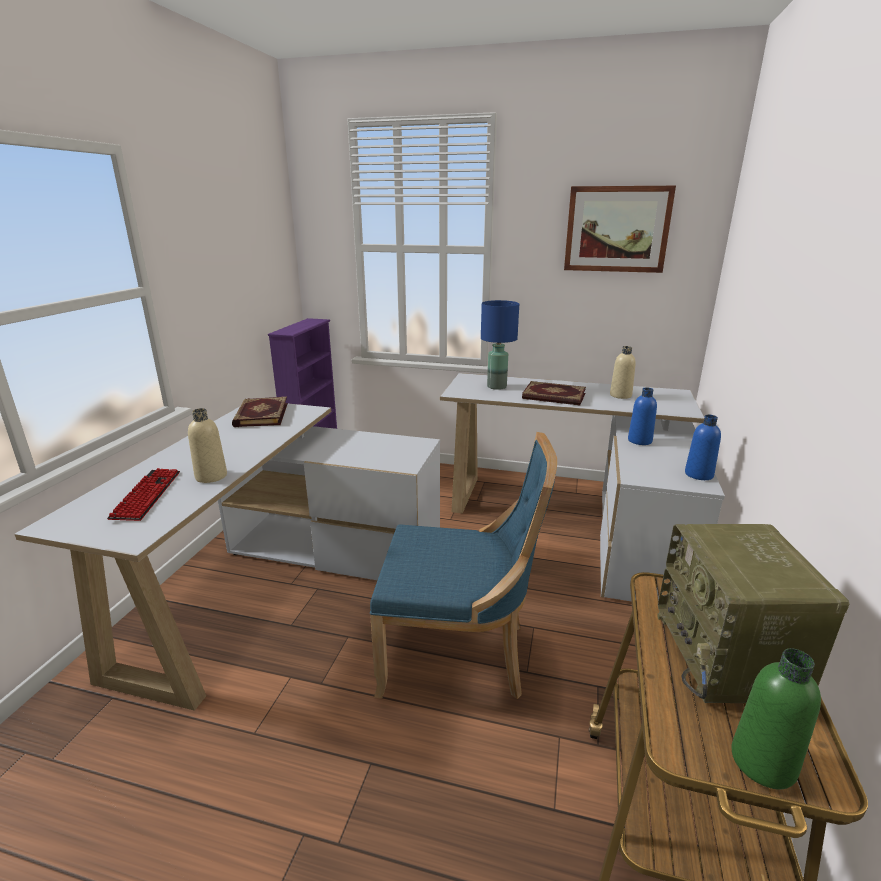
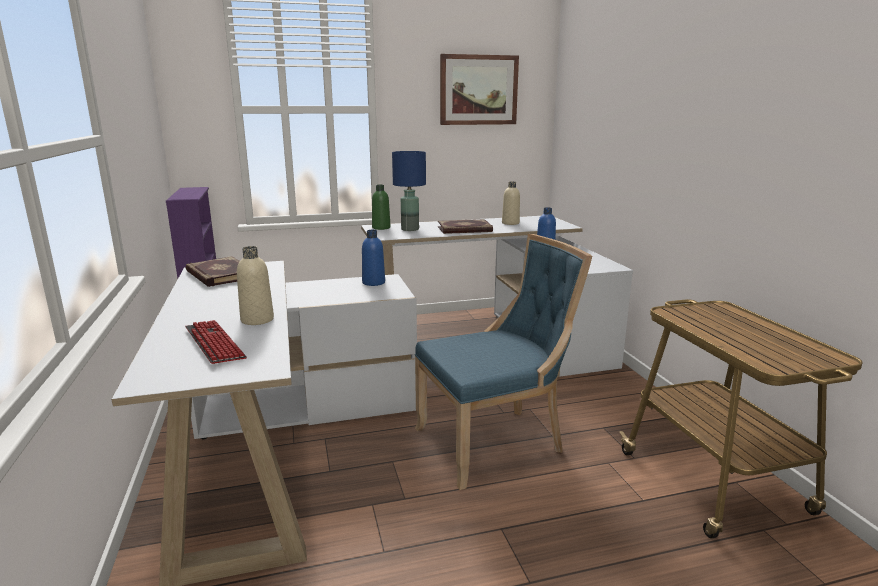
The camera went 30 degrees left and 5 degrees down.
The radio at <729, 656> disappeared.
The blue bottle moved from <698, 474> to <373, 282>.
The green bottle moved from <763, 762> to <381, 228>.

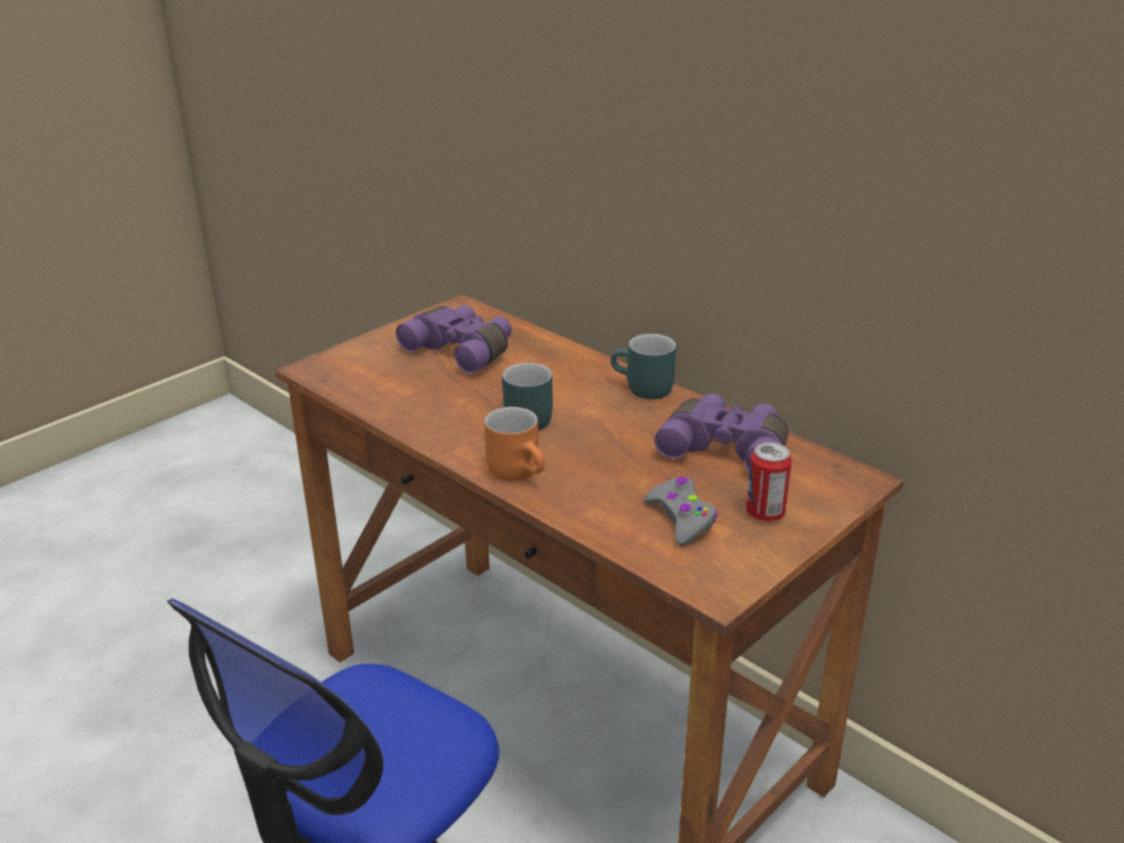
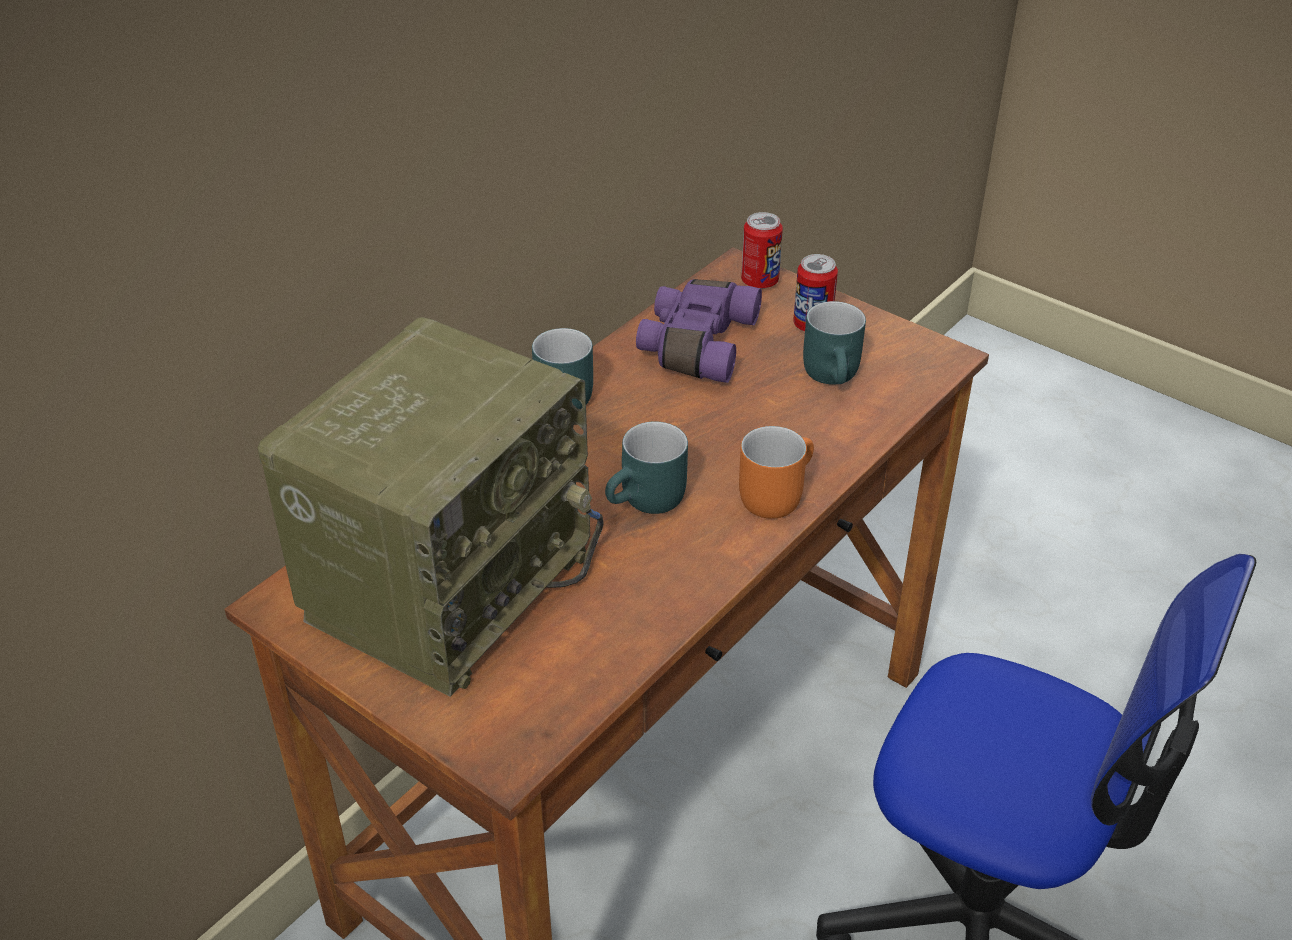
The camera went 95 degrees left and 10 degrees up.
The purple binoculars at <462, 350> was replaced by the radio at <448, 580>.
The grey game controller at <681, 518> was replaced by the turquoise mug at <836, 376>.
The can at <759, 282> appeared.

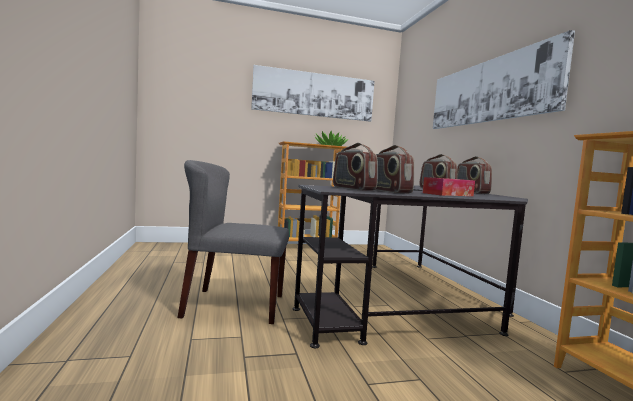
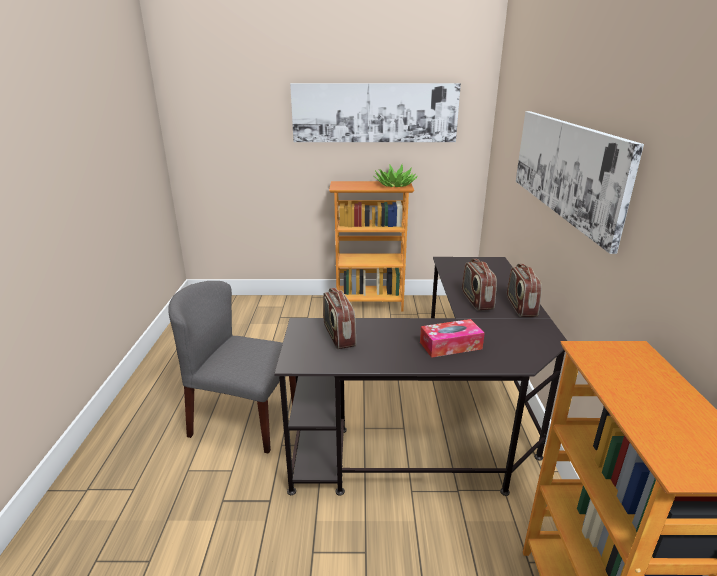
The camera went 15 degrees right and 20 degrees up.
The radio at <389, 191> disappeared.

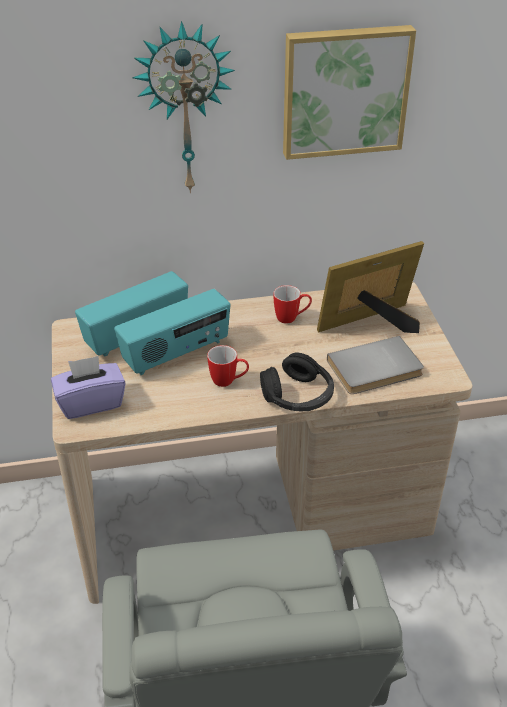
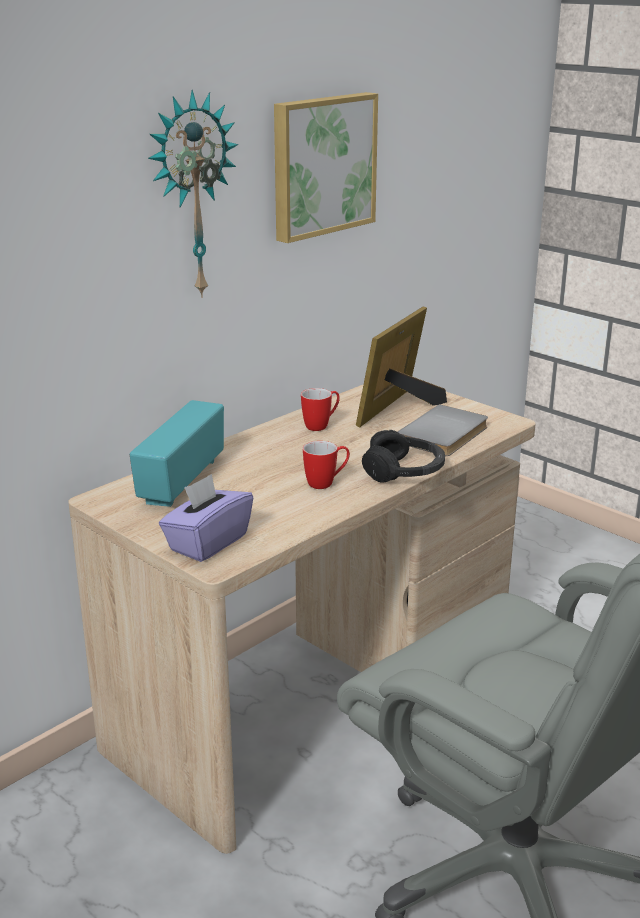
The camera went 35 degrees left and 15 degrees down.
The radio at <176, 354> disappeared.

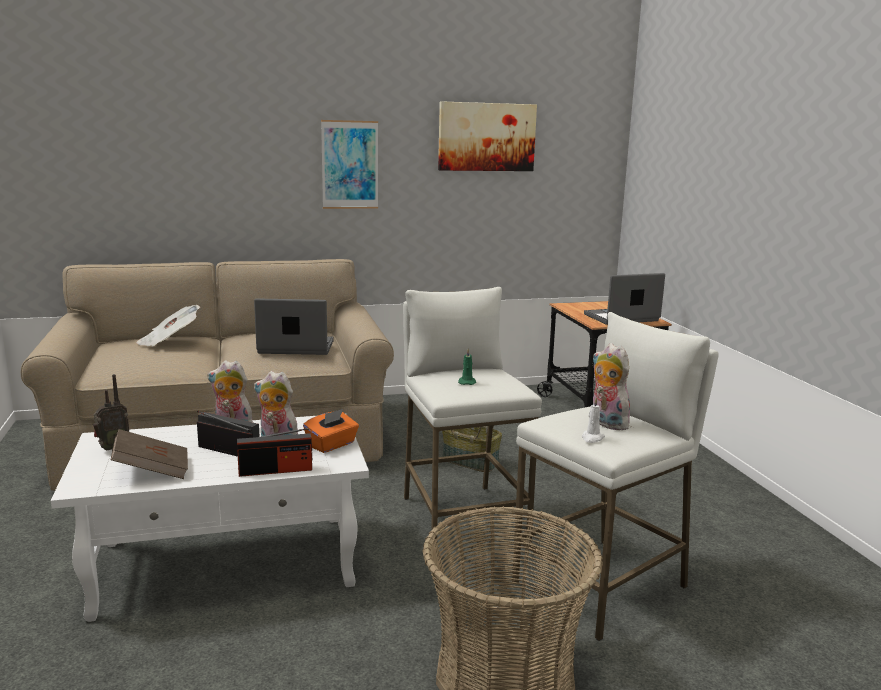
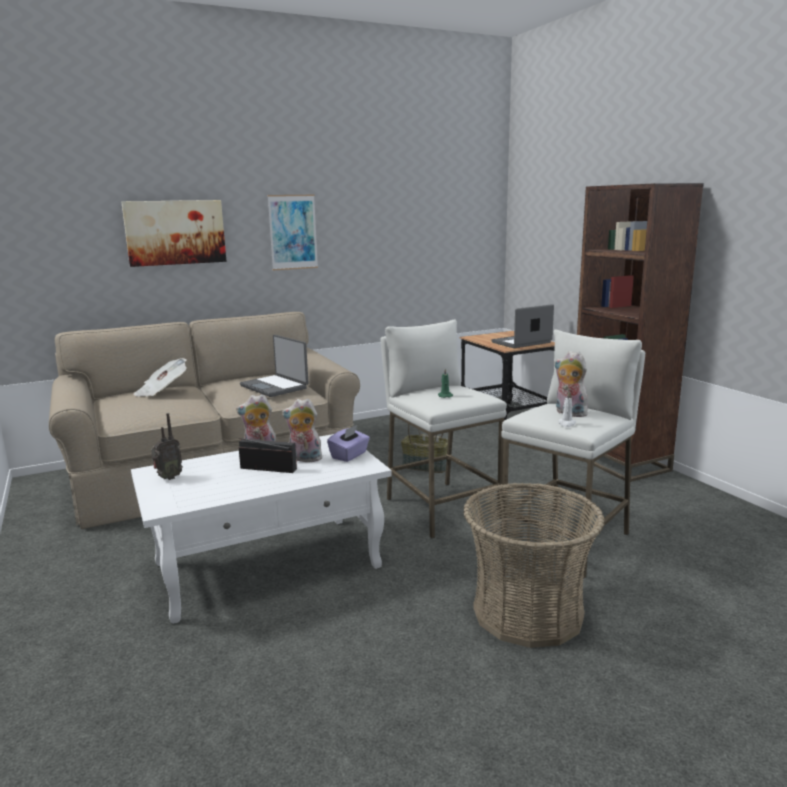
The camera went 10 degrees left and 0 degrees up.
The brown book at <152, 471> disappeared.
The radio at <276, 470> disappeared.
The laptop at <295, 348> turned 120 degrees counterclockwise.
The orange tissue box at <332, 445> became the purple tissue box at <349, 455>.
The picture moved from <486, 137> to <175, 232>.
The brown bookcase at <618, 462> appeared.

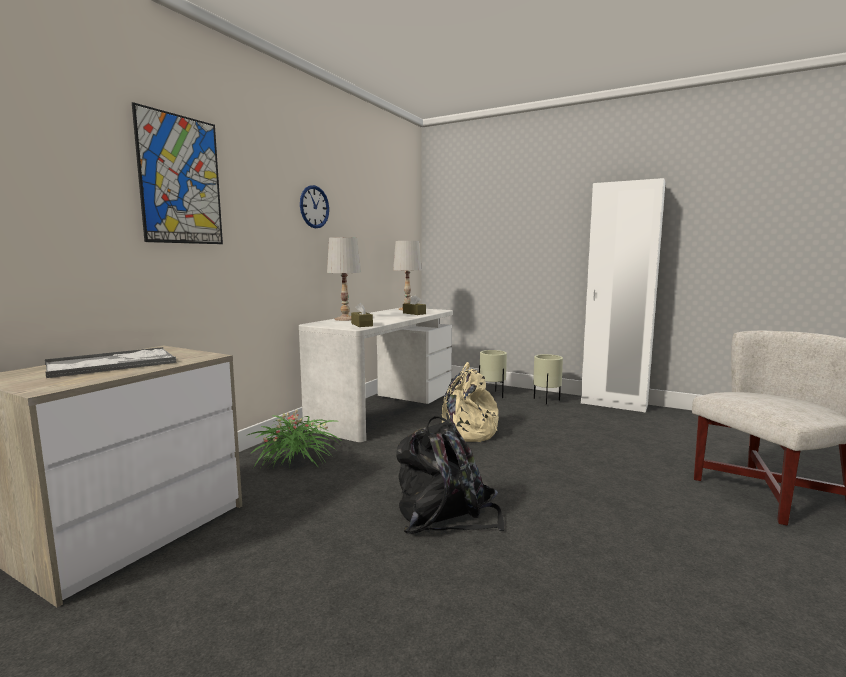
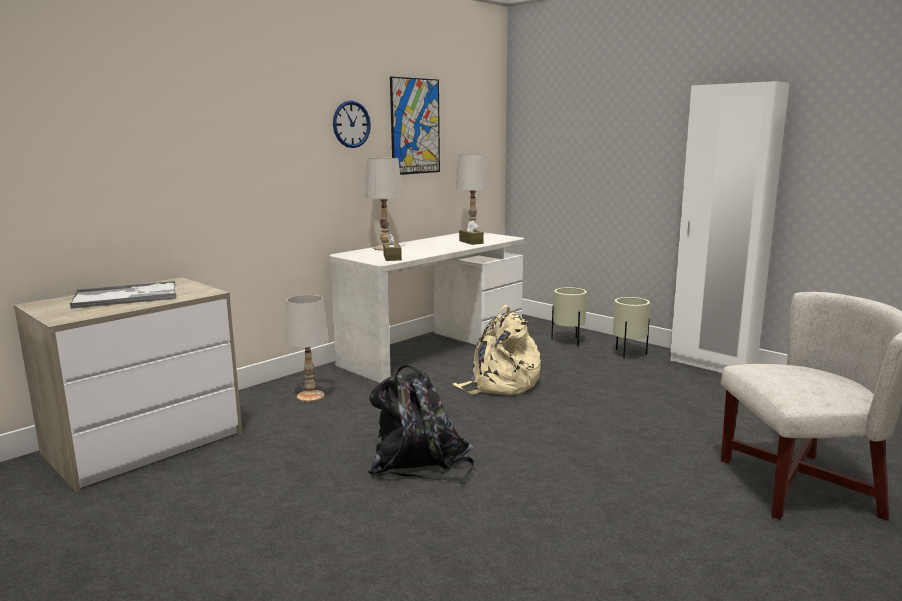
The camera went 15 degrees right and 5 degrees up.
The picture moved from <180, 180> to <415, 126>.
The potted plant at <296, 460> was replaced by the white table lamp at <311, 396>.

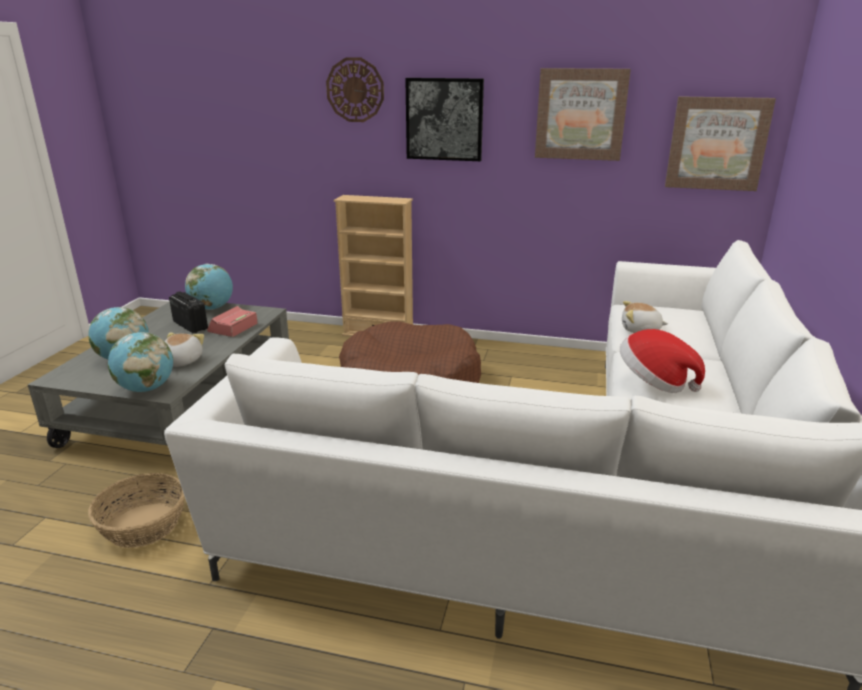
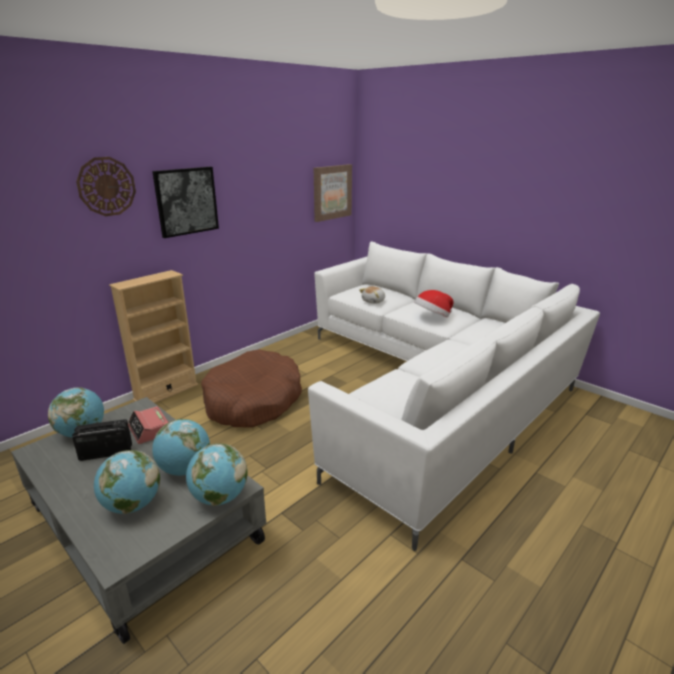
The camera went 60 degrees left and 0 degrees up.
The basket at <143, 524> disappeared.
The plush toy at <181, 361> was replaced by the globe at <185, 469>.
The picture at <580, 114> disappeared.

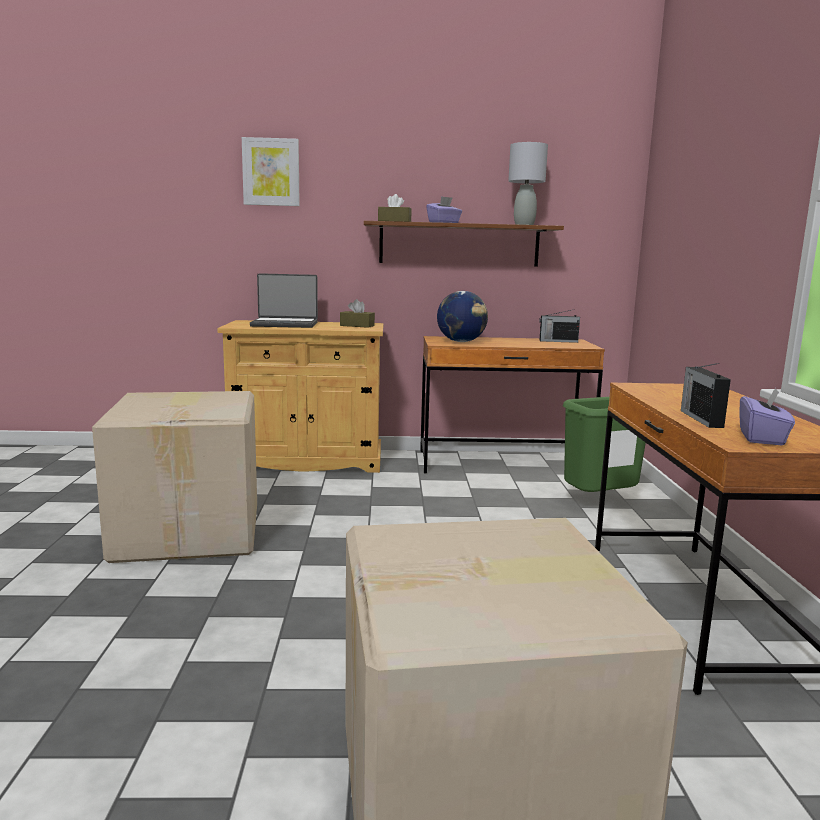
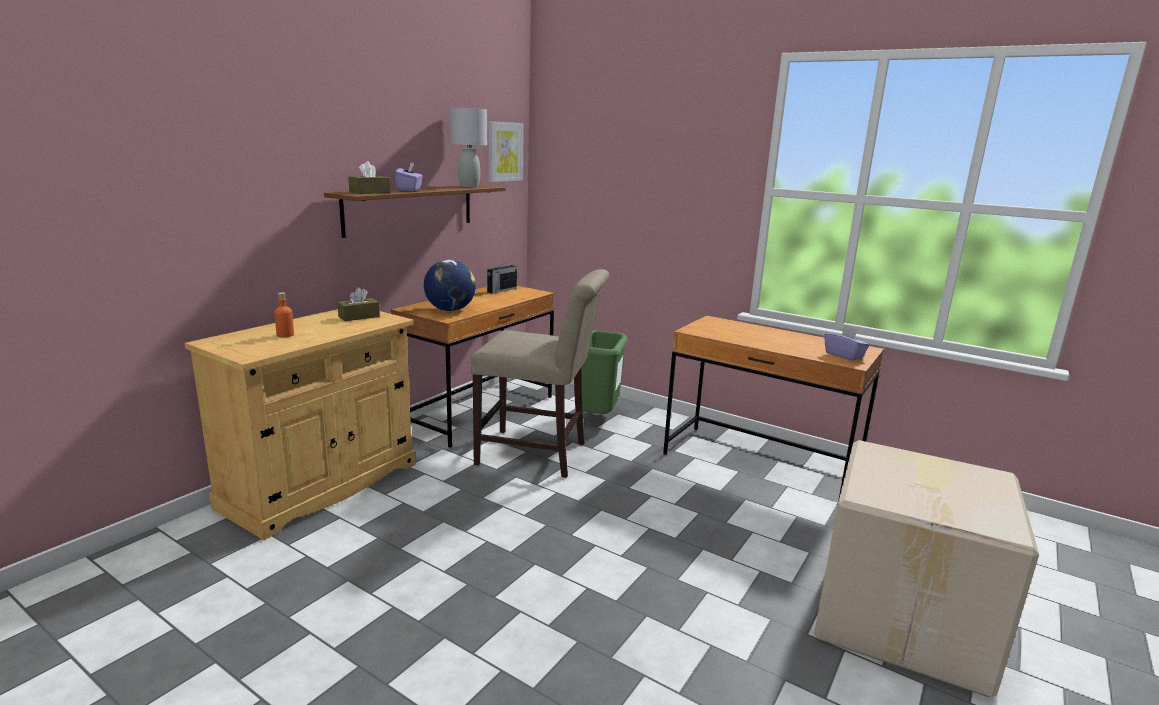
The camera went 55 degrees left and 5 degrees up.
The cardboard box at <191, 531> disappeared.
The picture moved from <271, 172> to <504, 152>.
The laptop at <285, 324> was replaced by the orange bottle at <285, 335>.
The radio at <701, 418> disappeared.
The beige chair at <538, 454> appeared.

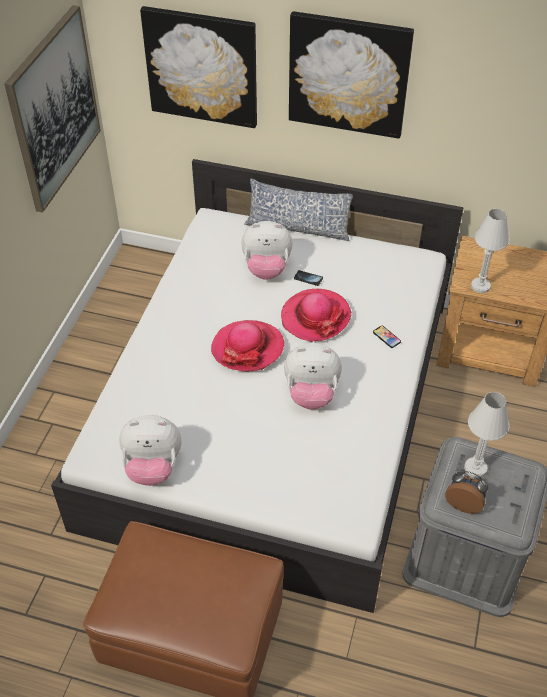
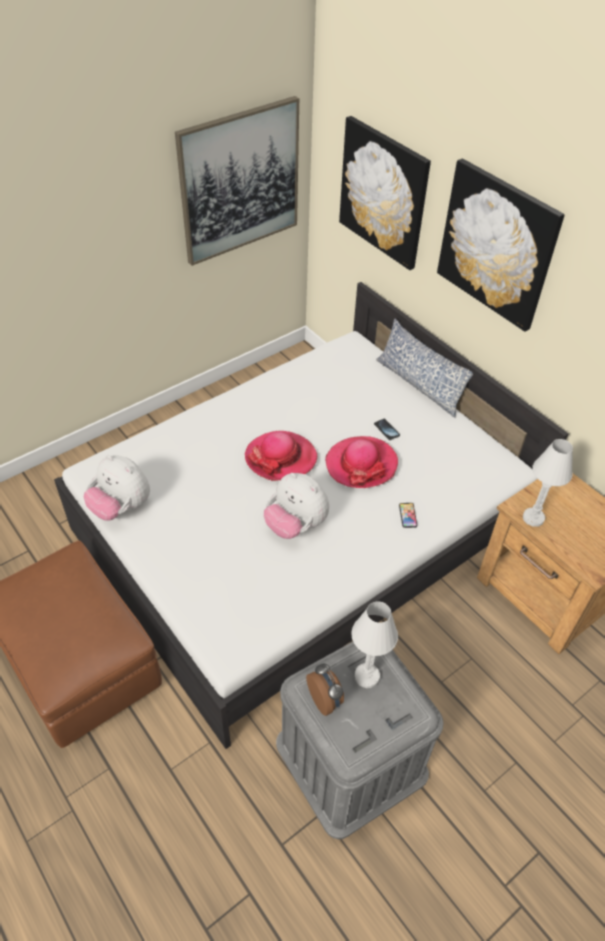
The camera went 35 degrees right and 0 degrees up.
The plush toy at <266, 269> disappeared.

